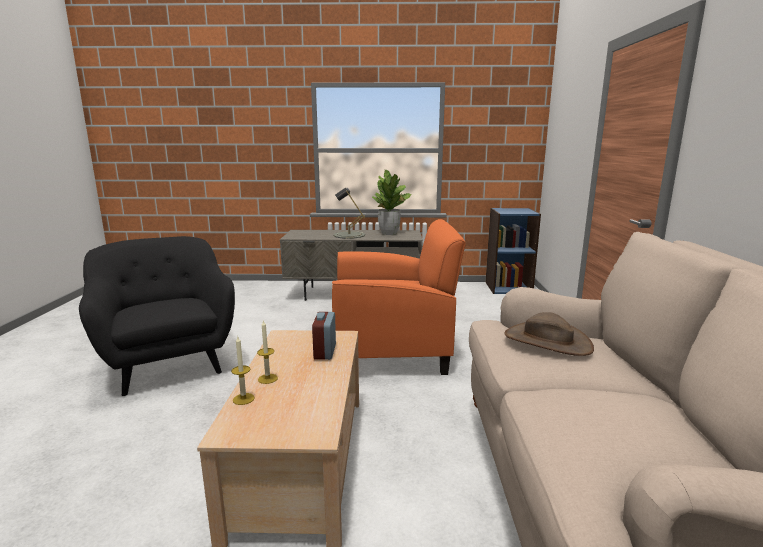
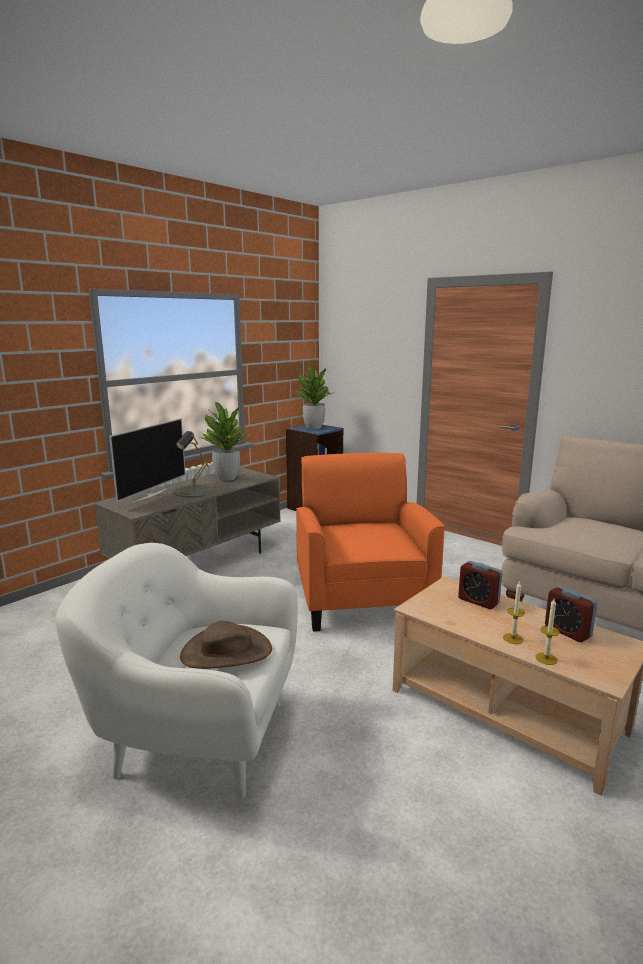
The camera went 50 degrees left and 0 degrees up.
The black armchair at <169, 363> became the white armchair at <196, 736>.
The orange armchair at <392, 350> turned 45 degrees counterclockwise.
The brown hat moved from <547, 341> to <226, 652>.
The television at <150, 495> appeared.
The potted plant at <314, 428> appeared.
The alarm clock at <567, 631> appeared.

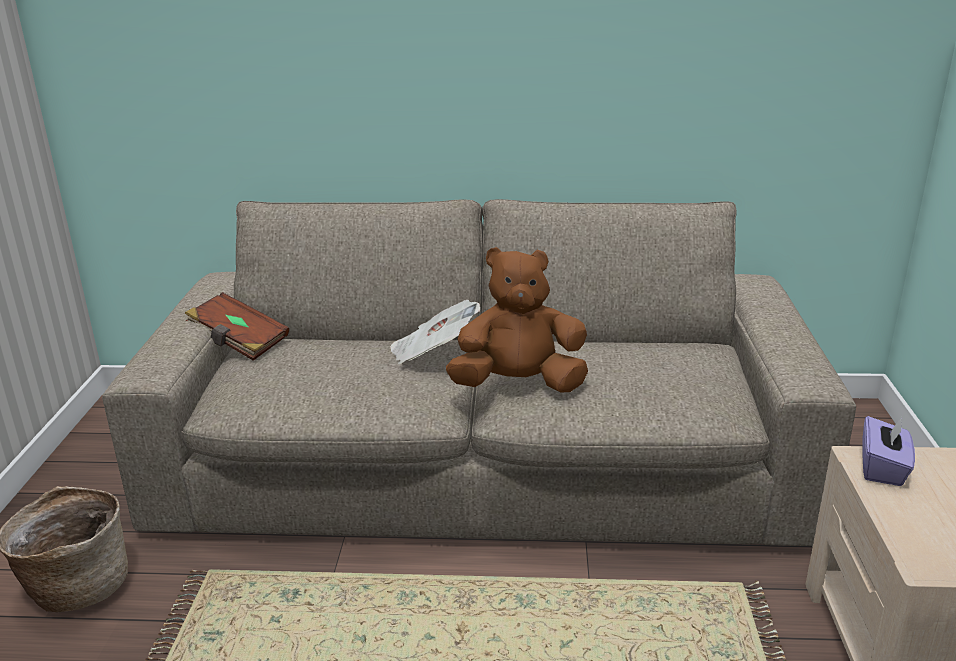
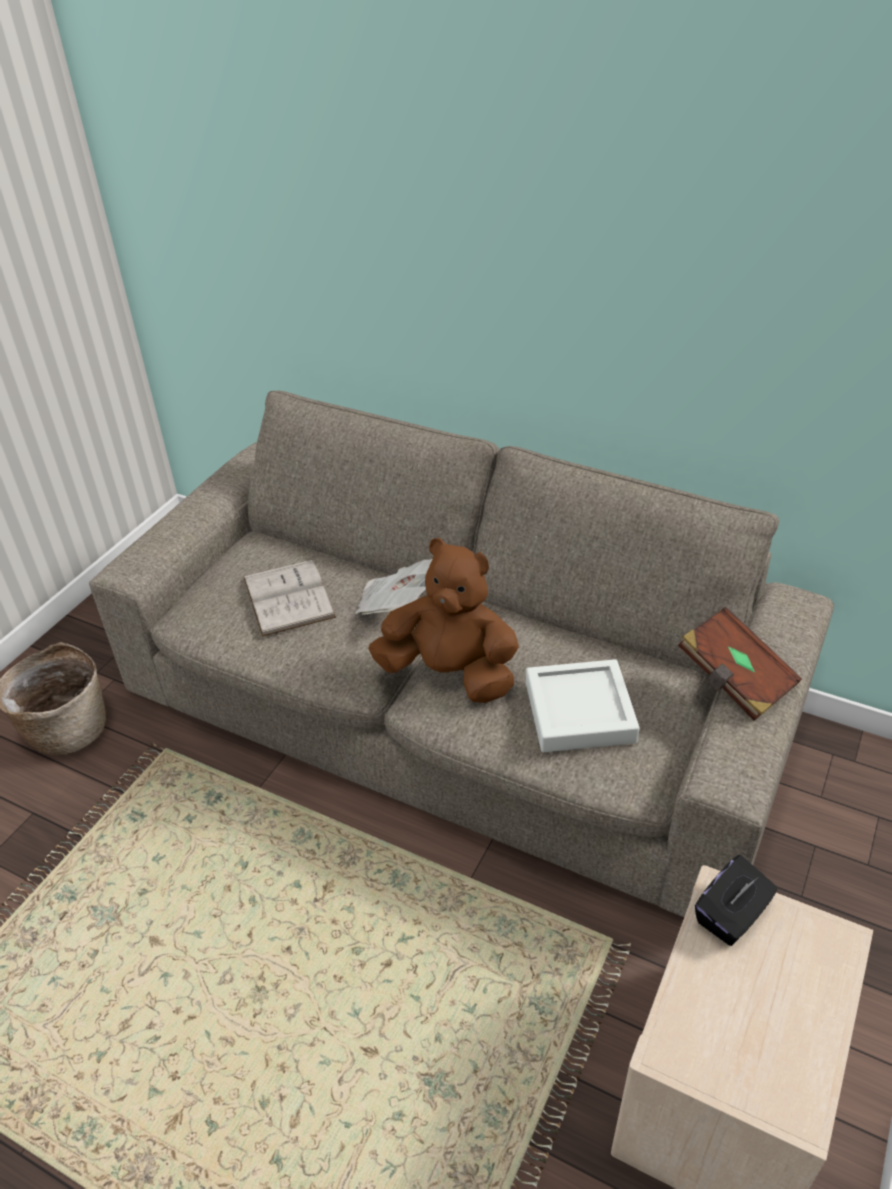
The camera went 25 degrees right and 15 degrees up.
The brown book moved from <239, 342> to <734, 679>.
The purple tissue box at <883, 468> became the black tissue box at <731, 915>.
The white book at <288, 597> appeared.
The white tray at <579, 712> appeared.

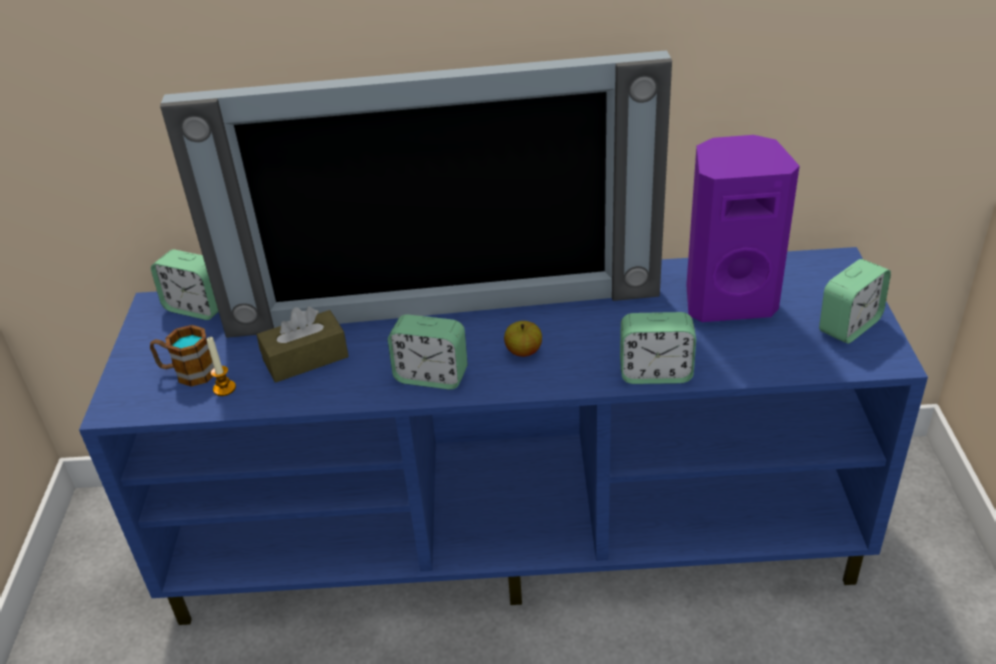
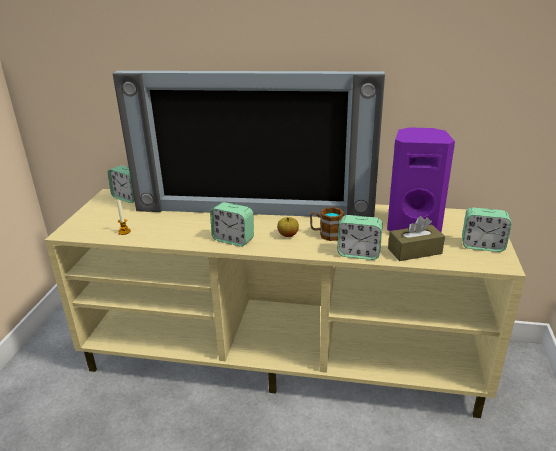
The camera went 10 degrees right and 10 degrees down.
The blue tv stand at <514, 534> became the beige tv stand at <282, 356>.
The mug moved from <187, 373> to <326, 234>.
The brown tissue box moved from <305, 358> to <414, 251>.
The alarm clock at <849, 326> turned 45 degrees clockwise.

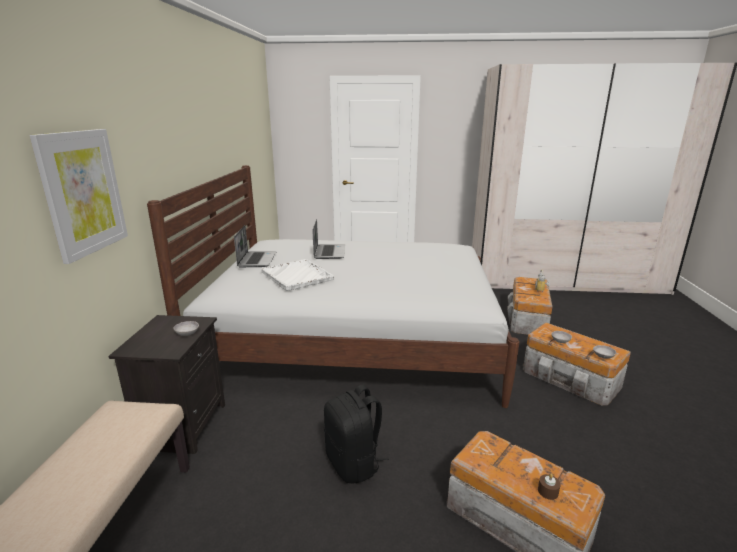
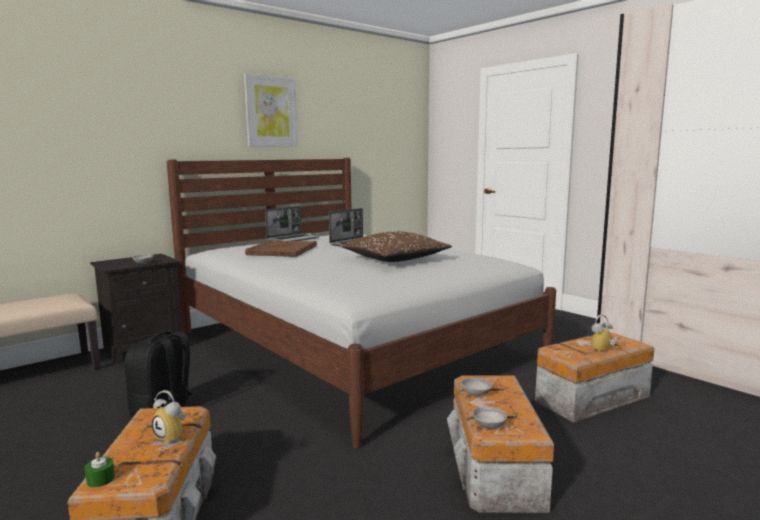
The camera went 45 degrees right and 10 degrees down.
The picture moved from <83, 193> to <271, 111>.
The white tray at <297, 276> became the brown tray at <282, 250>.
The brown candle at <548, 491> disappeared.
The green candle at <100, 479> appeared.
The alarm clock at <173, 437> appeared.
The brown pillow at <394, 259> appeared.

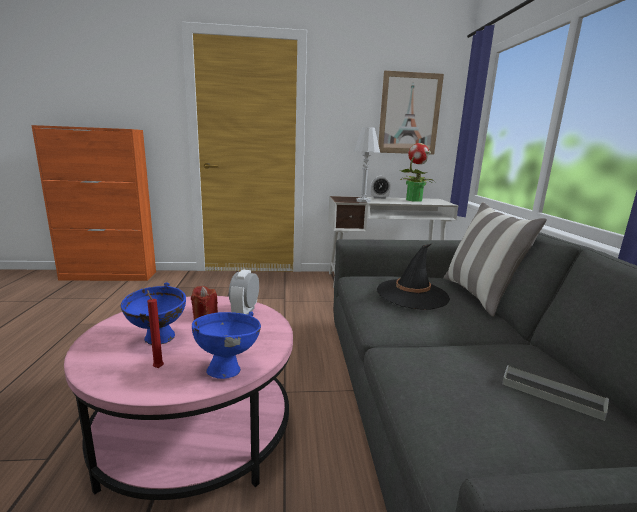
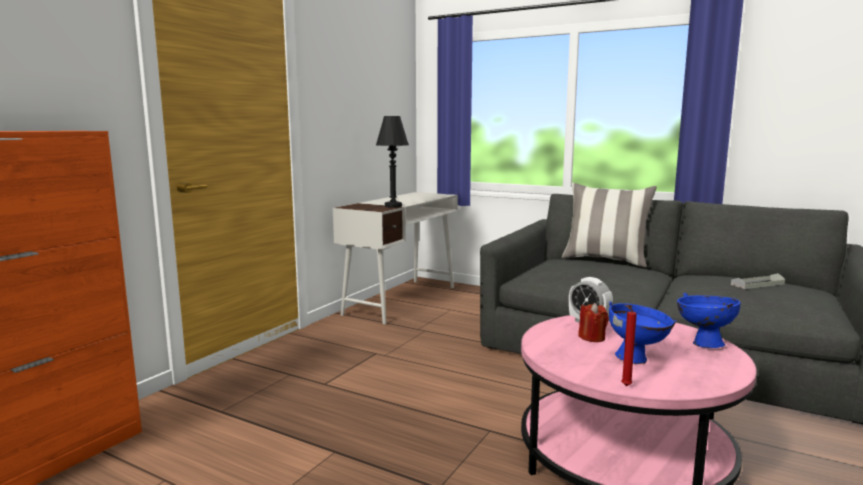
The camera went 55 degrees left and 5 degrees down.
The red candle moved from <158, 367> to <624, 386>.
The white table lamp at <363, 201> became the black table lamp at <393, 206>.
The alarm clock at <379, 198> disappeared.
The black hat at <412, 294> disappeared.
The picture at <409, 114> disappeared.
The potted plant at <414, 200> disappeared.

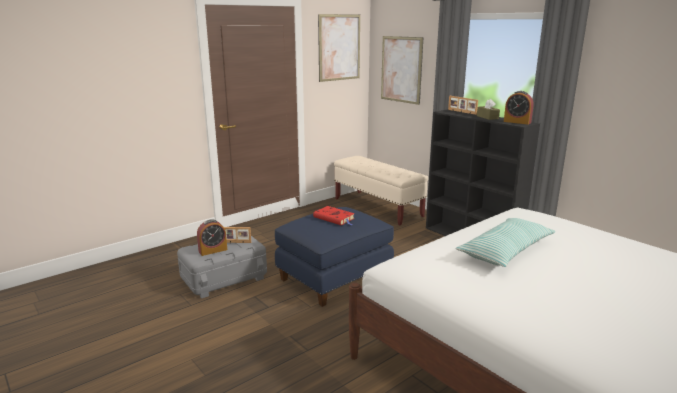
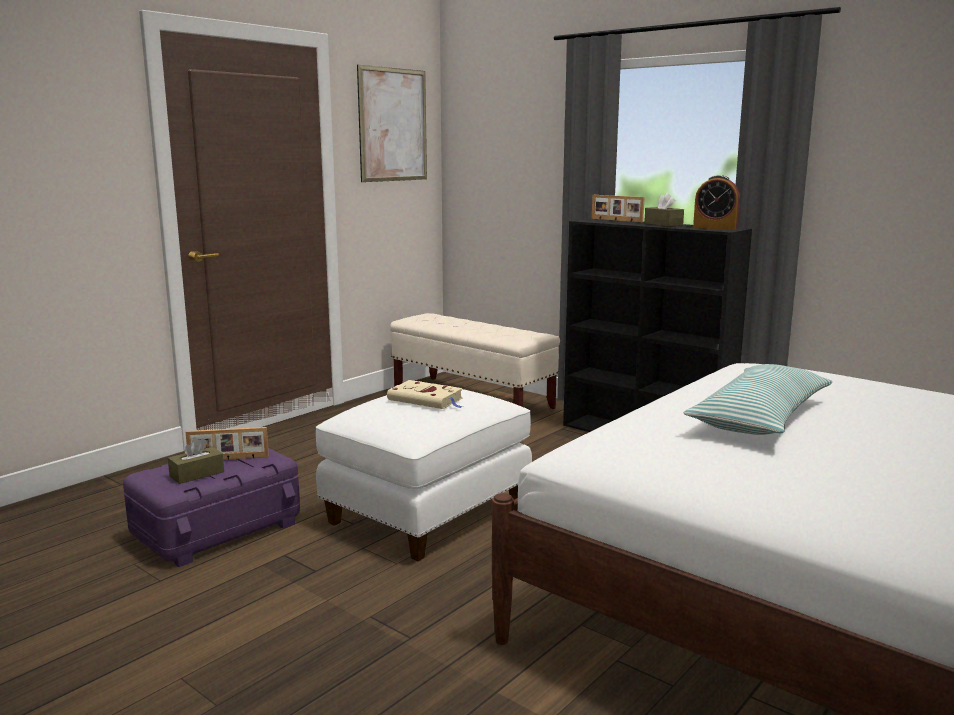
The camera went 10 degrees left and 5 degrees down.
The grey storage box at <224, 278> became the purple storage box at <217, 529>.
The alarm clock at <213, 250> was replaced by the brown tissue box at <197, 474>.
The blue ottoman at <334, 277> became the white ottoman at <427, 512>.
The red book at <335, 218> became the beige book at <427, 400>.
The picture at <401, 69> disappeared.

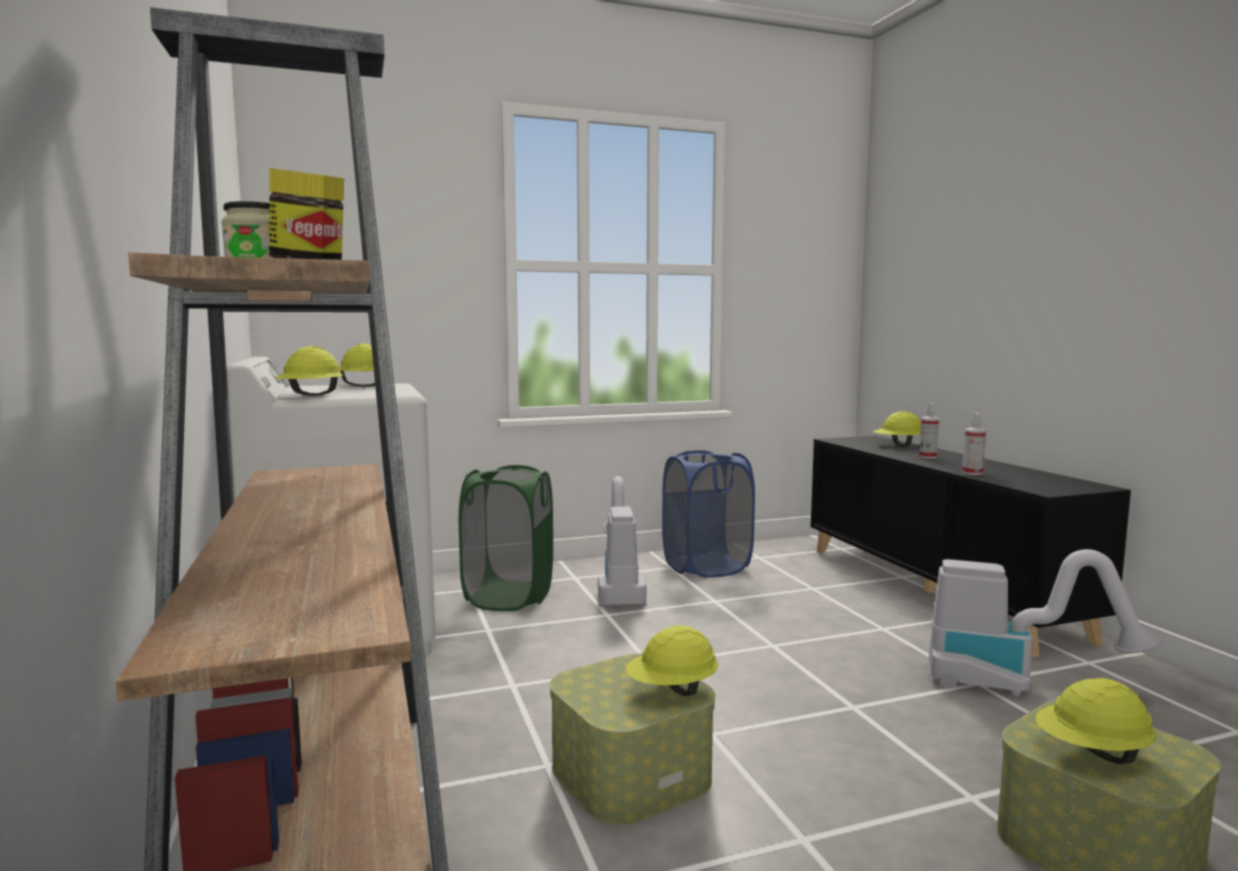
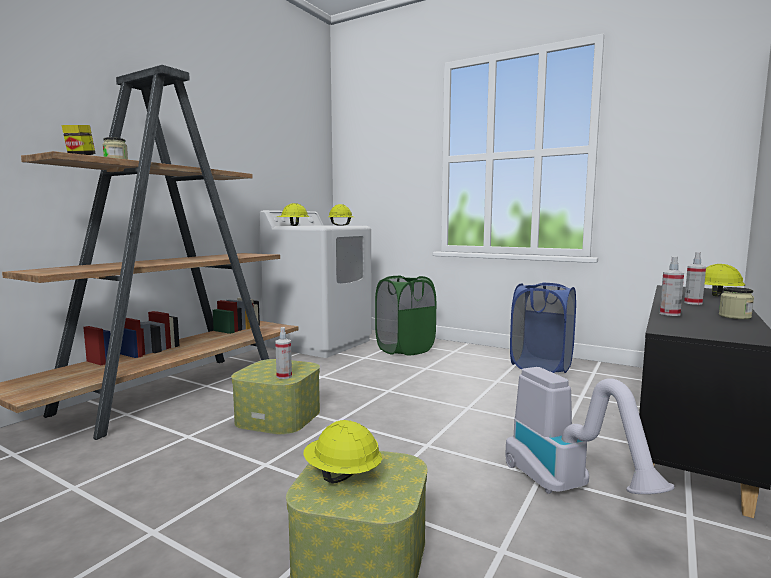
The camera went 50 degrees right and 0 degrees up.
The vacuum cleaner at <619, 588> disappeared.
The yellow hard hat at <672, 690> was replaced by the spray bottle at <284, 376>.
The jar at <734, 316> appeared.

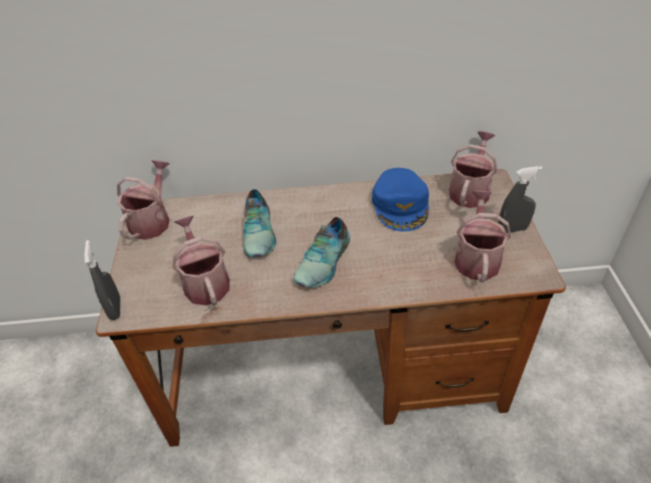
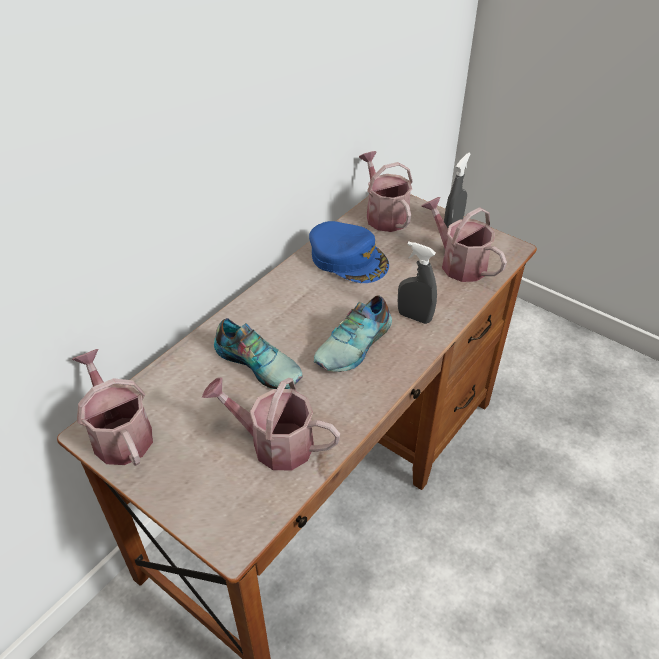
The camera went 50 degrees left and 0 degrees up.
The grey spray bottle moved from <115, 308> to <414, 317>.
The shoe at <325, 262> turned 60 degrees clockwise.

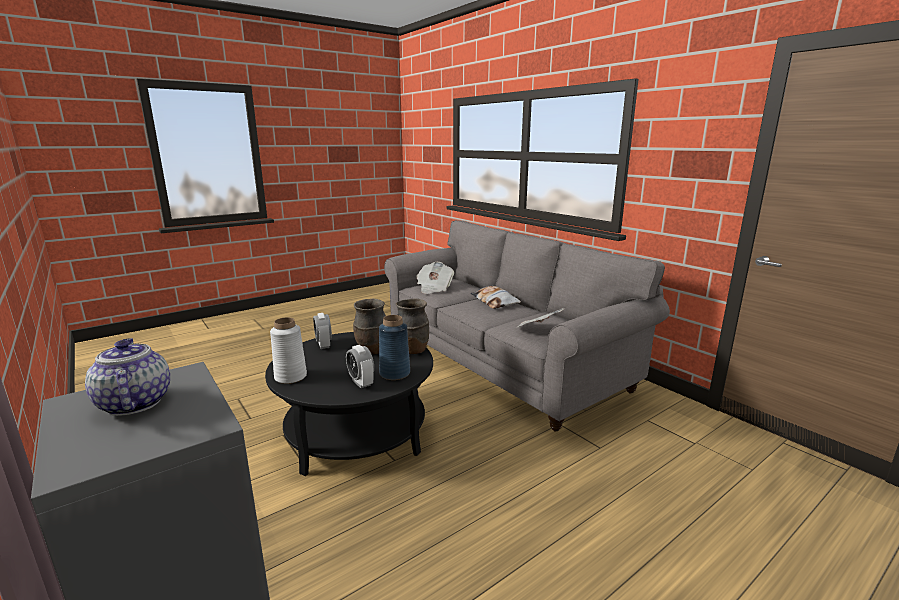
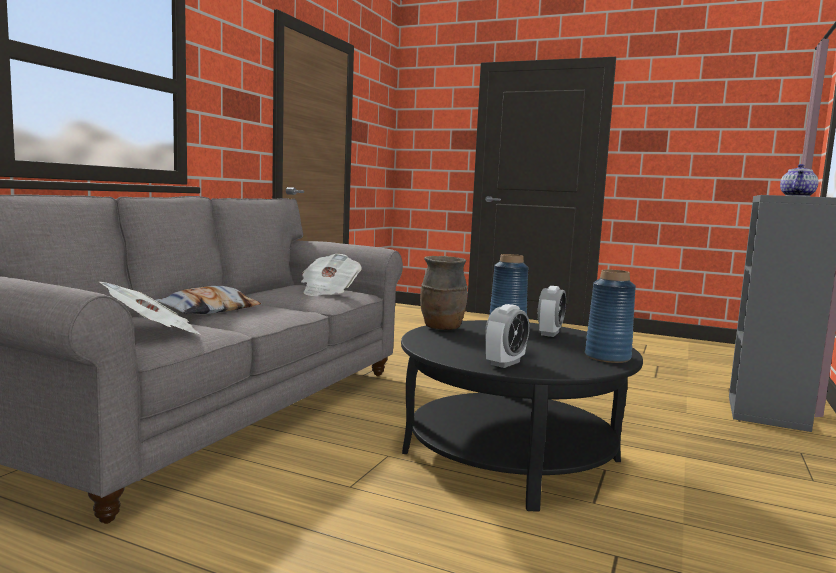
The camera went 120 degrees left and 10 degrees down.
The white vase at <291, 377> became the blue vase at <607, 357>.
The brown vase at <372, 351> disappeared.

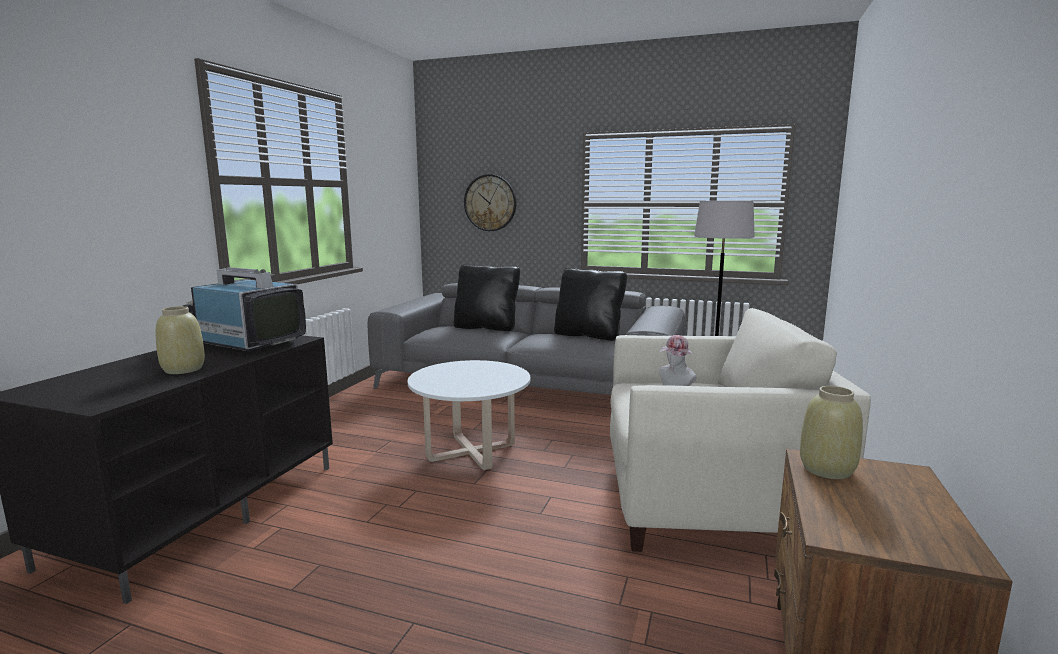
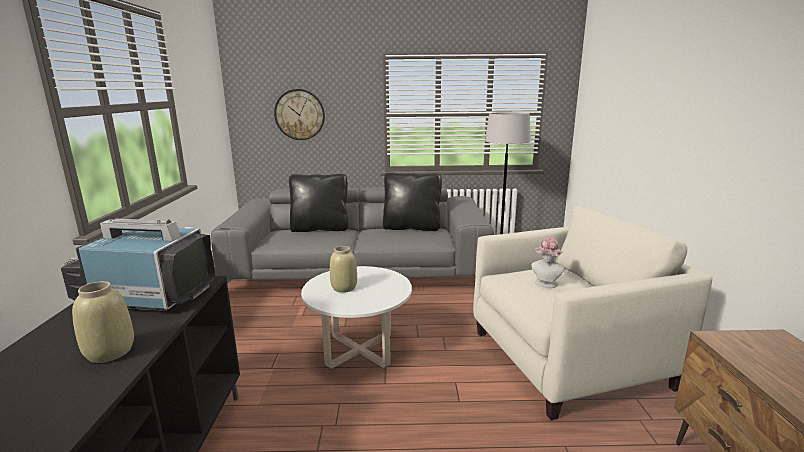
The camera went 20 degrees left and 5 degrees up.
The beige vase moved from <827, 469> to <344, 287>.

